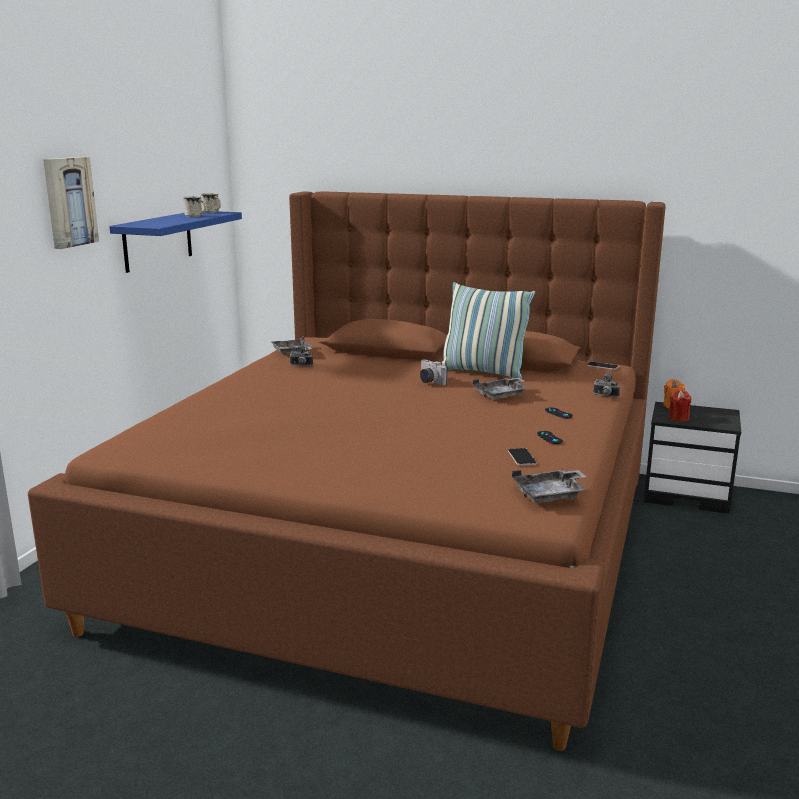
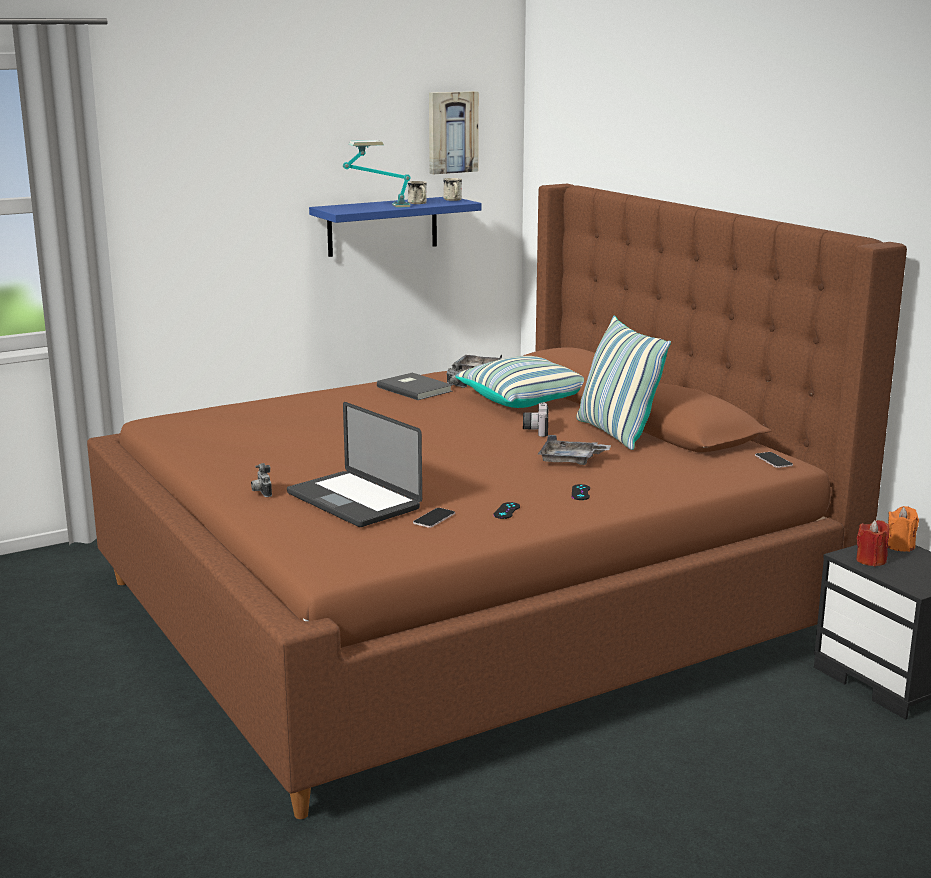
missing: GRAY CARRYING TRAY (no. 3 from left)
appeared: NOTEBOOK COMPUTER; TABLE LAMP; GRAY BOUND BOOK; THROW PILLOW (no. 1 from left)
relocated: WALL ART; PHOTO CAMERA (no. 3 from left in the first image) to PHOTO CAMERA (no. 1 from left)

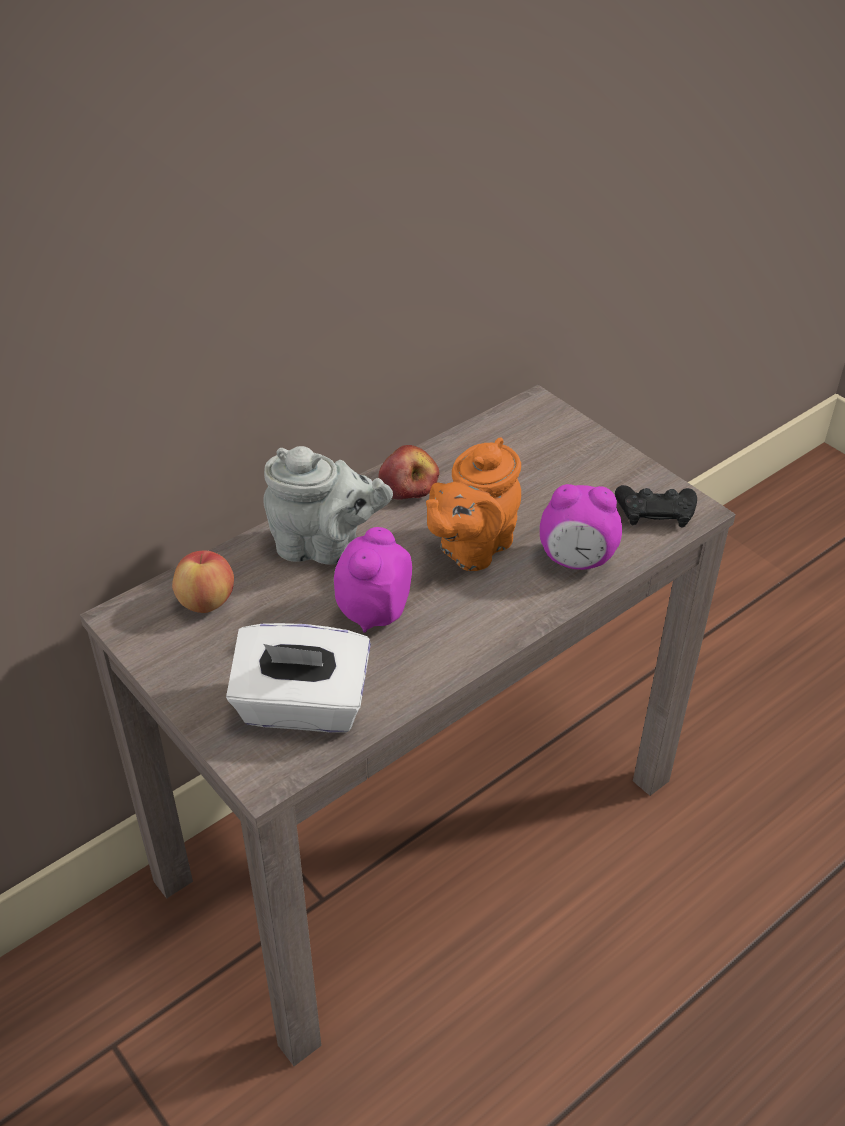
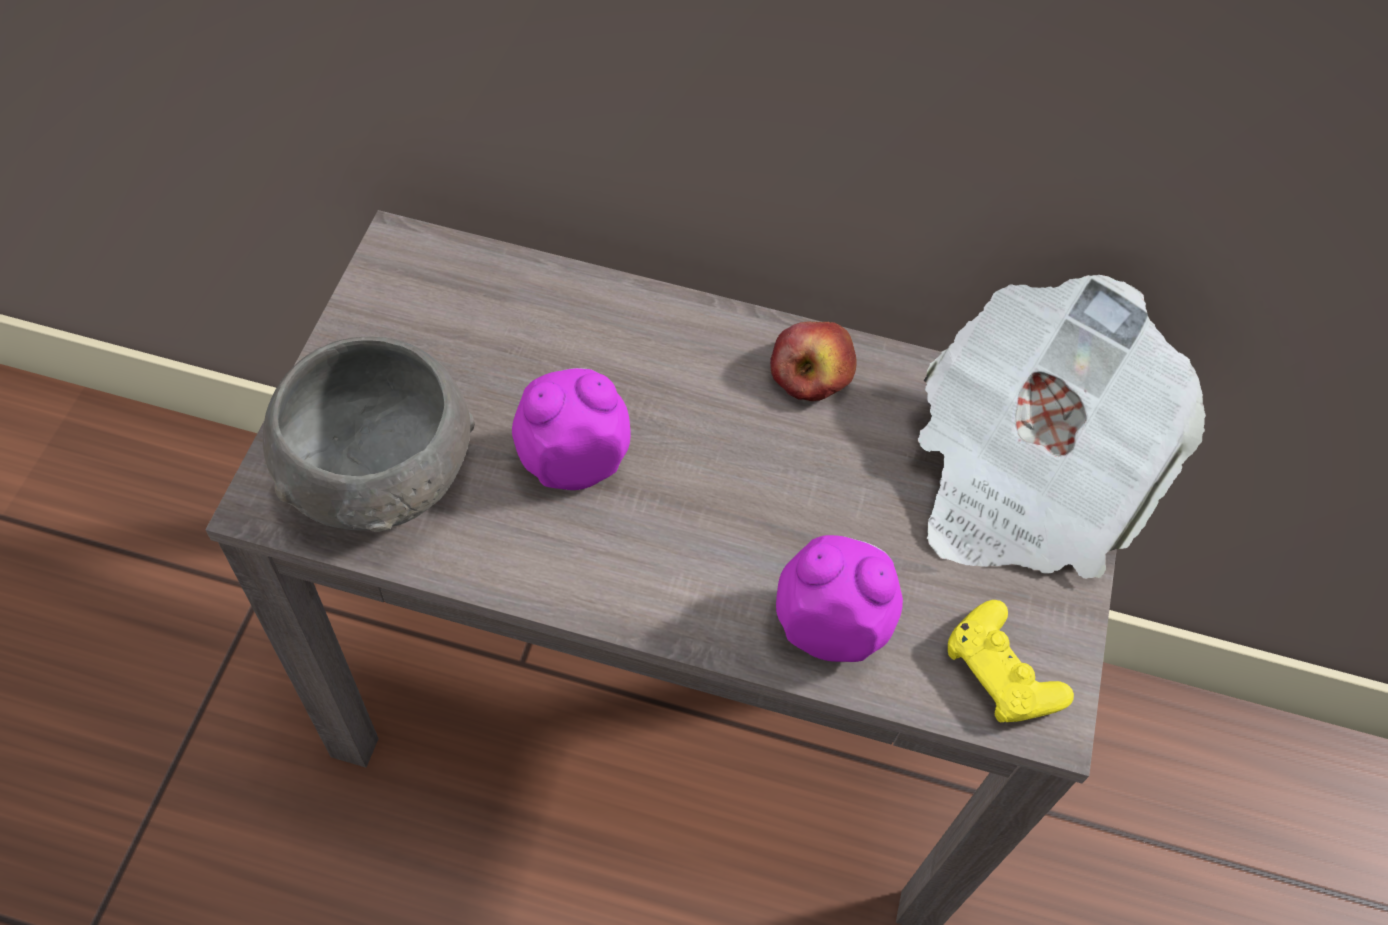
missing: APPLE FRUIT (no. 1 from left); GRAY TEA POT; ORANGE TEA POT
appeared: PRINTED PAPER
exchanged: WHITE BOX OF TISSUES to GRAY SERVING BOWL
colour: BLACK-COLOURED GAMEPAD to YELLOW-COLOURED GAMEPAD
spun: TABLE CLOCK (no. 2 from left) 135 degrees clockwise

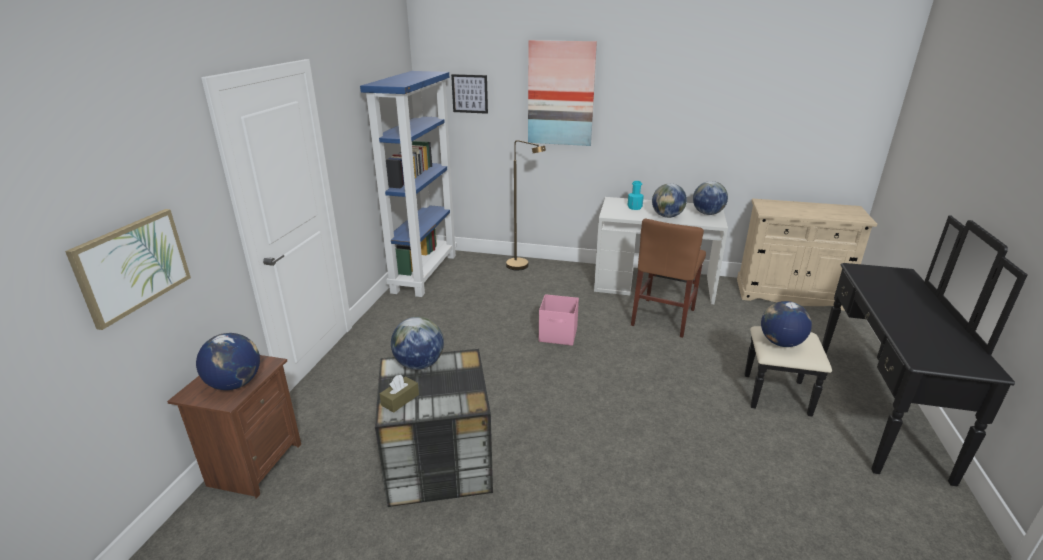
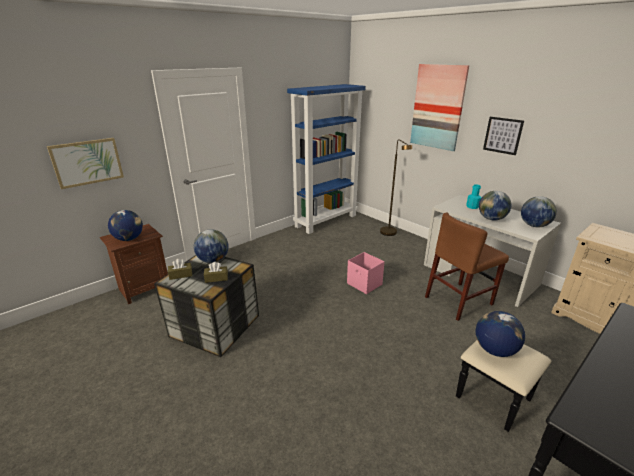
appeared: BROWN BOX OF TISSUES (no. 2 from left)
relocated: WALL ART (no. 2 from left in the first image) to WALL ART (no. 3 from left)

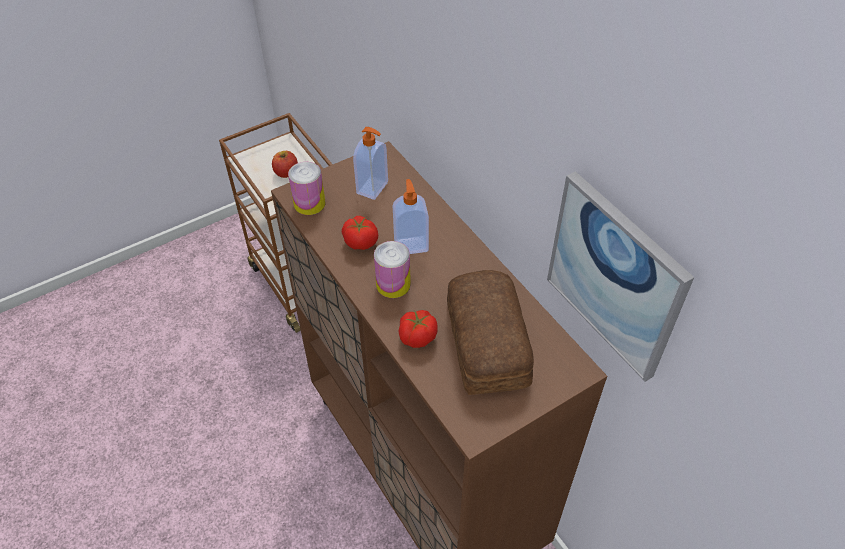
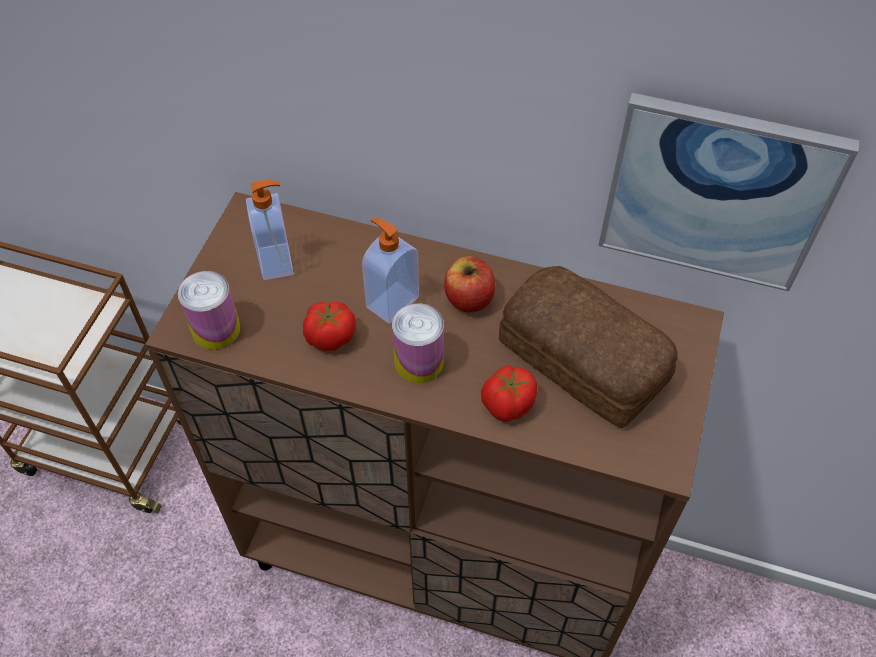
relocated: APPLE FRUIT

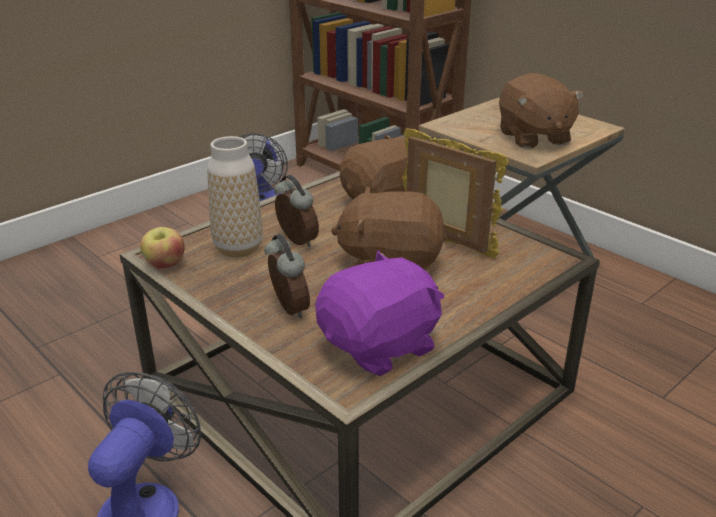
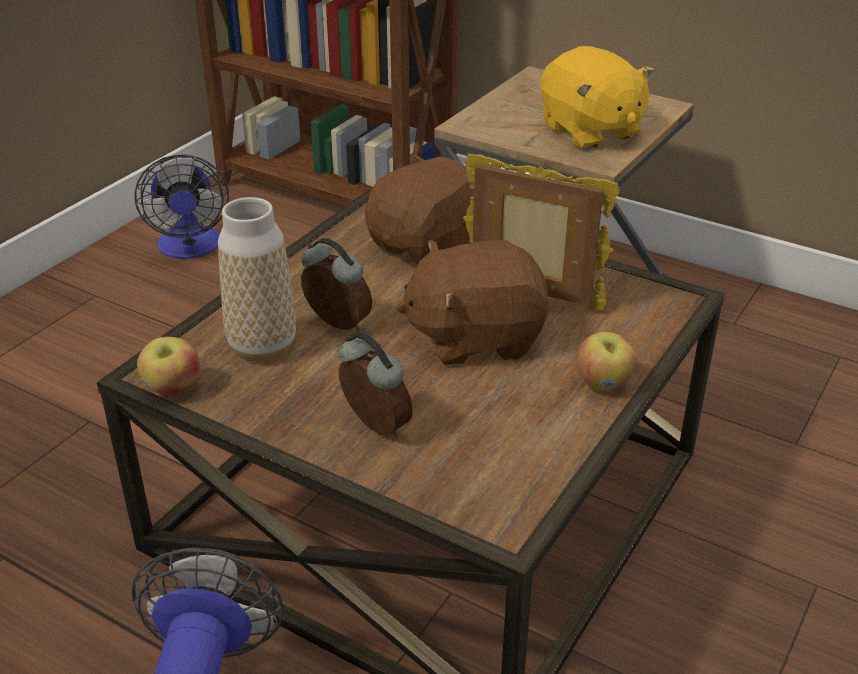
missing: PURPLE-COLOURED PLUSH TOY
appeared: APPLE FRUIT (no. 2 from left)
colour: BROWN PLUSH TOY (no. 3 from left) to YELLOW-COLOURED PLUSH TOY

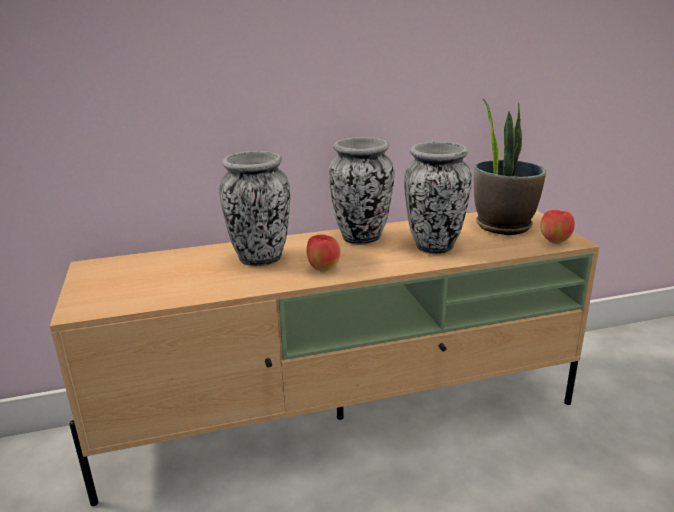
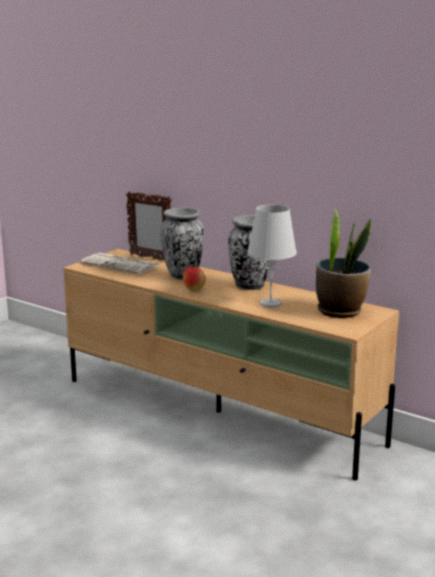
missing: APPLE FRUIT (no. 2 from left)
appeared: PRINTED PAPER; PHOTO FRAME
exchanged: FLOWER VASE (no. 3 from left) to WHITE TABLE LAMP

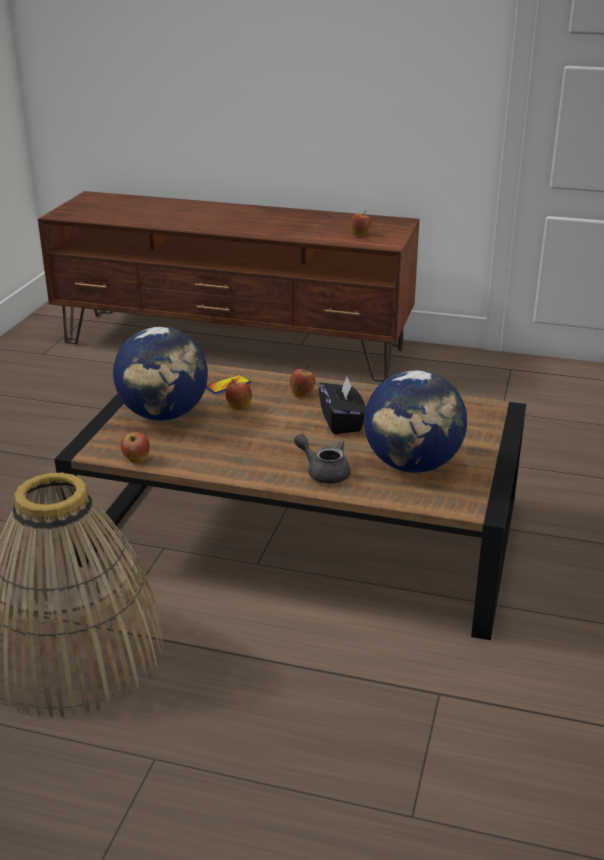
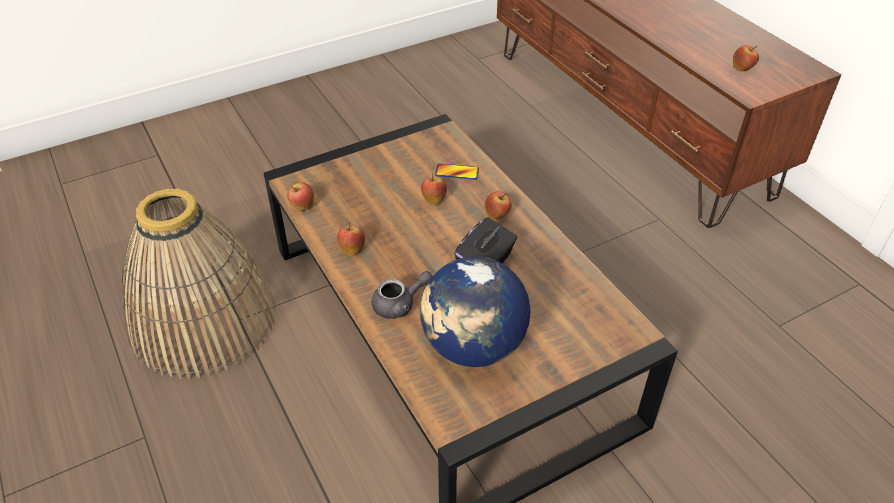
missing: GLOBE (no. 1 from left)
appeared: APPLE FRUIT (no. 2 from left)
spun: GRAY TEA POT 75 degrees clockwise

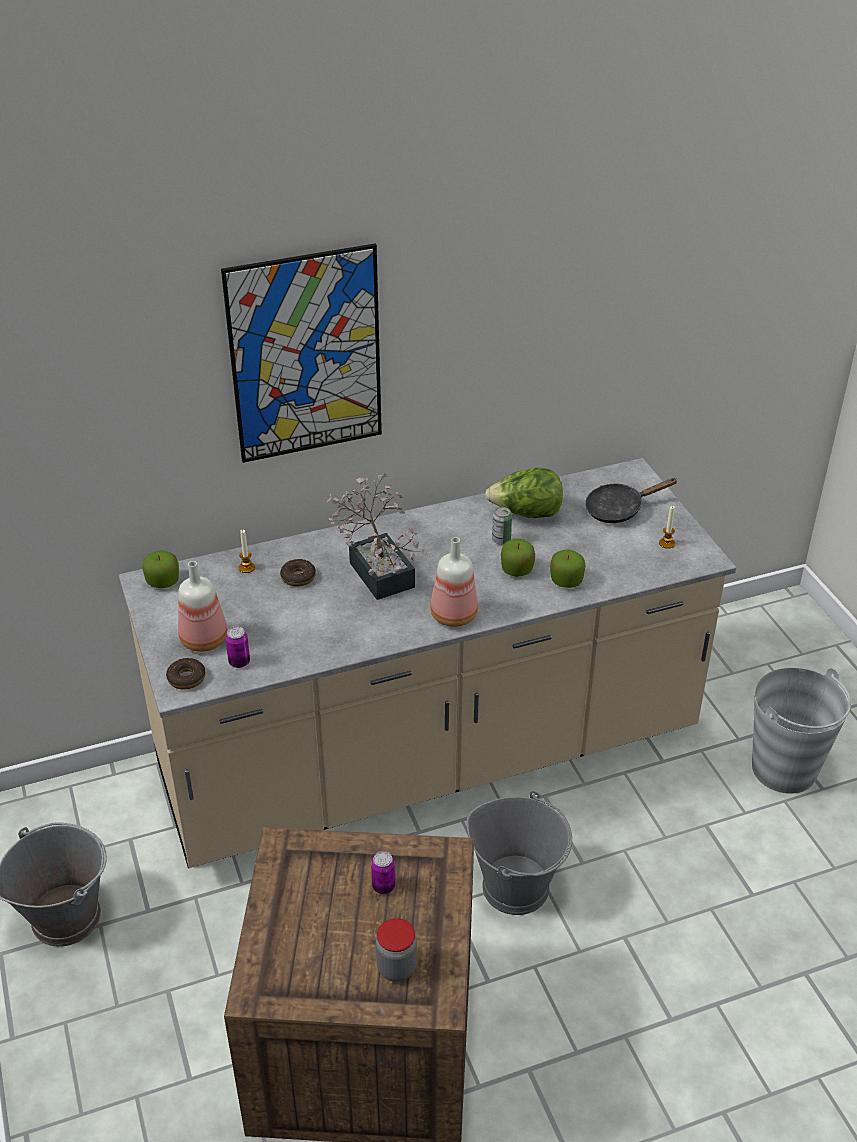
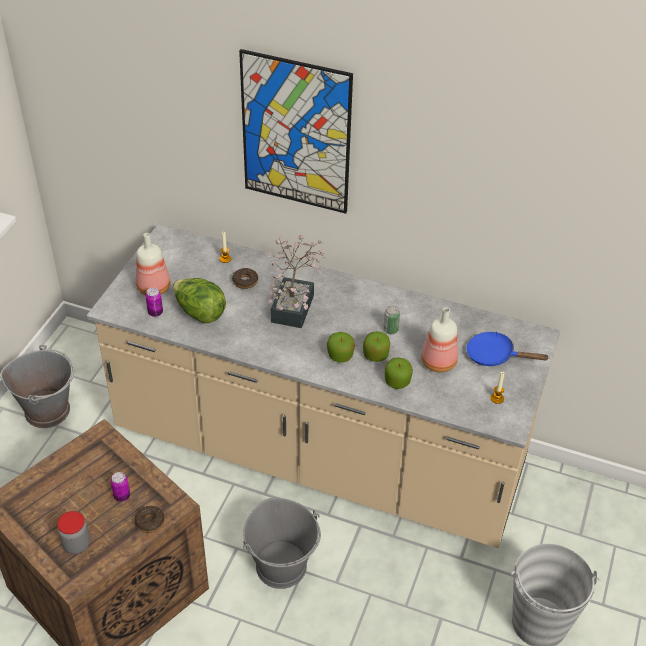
relocated: APPLE FRUIT (no. 1 from left); RING DOUGHNUT (no. 1 from left); DRINK BOTTLE (no. 2 from left); LETTUCE
colour: BLACK-COLOURED SKILLET to BLUISH SKILLET

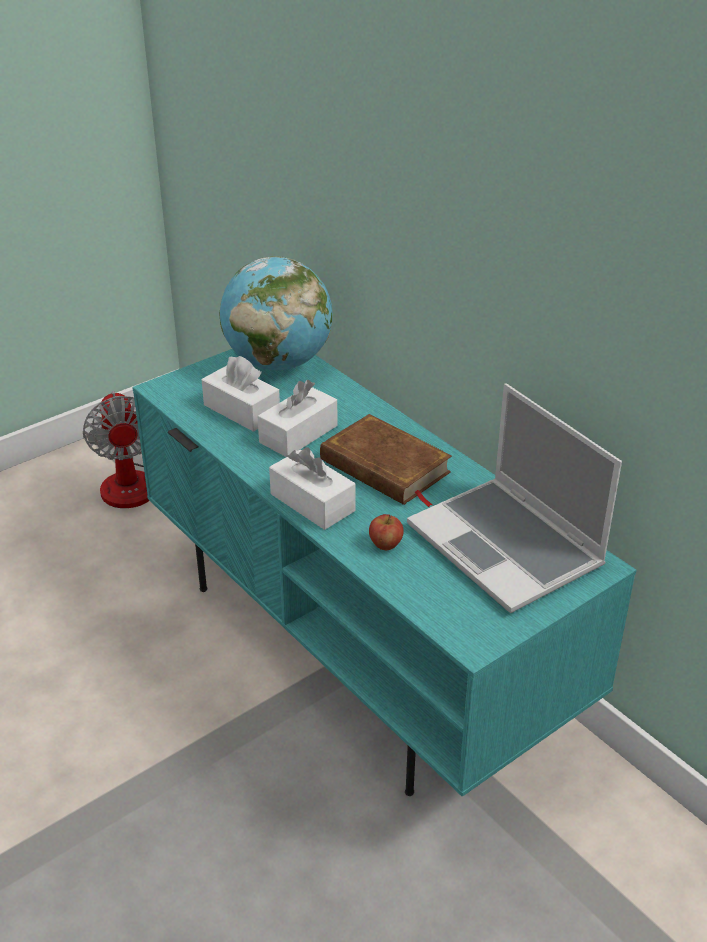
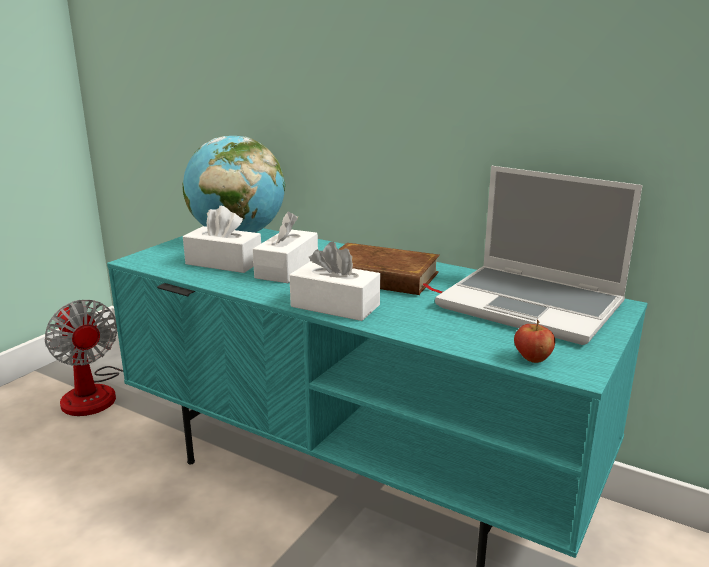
relocated: APPLE FRUIT

